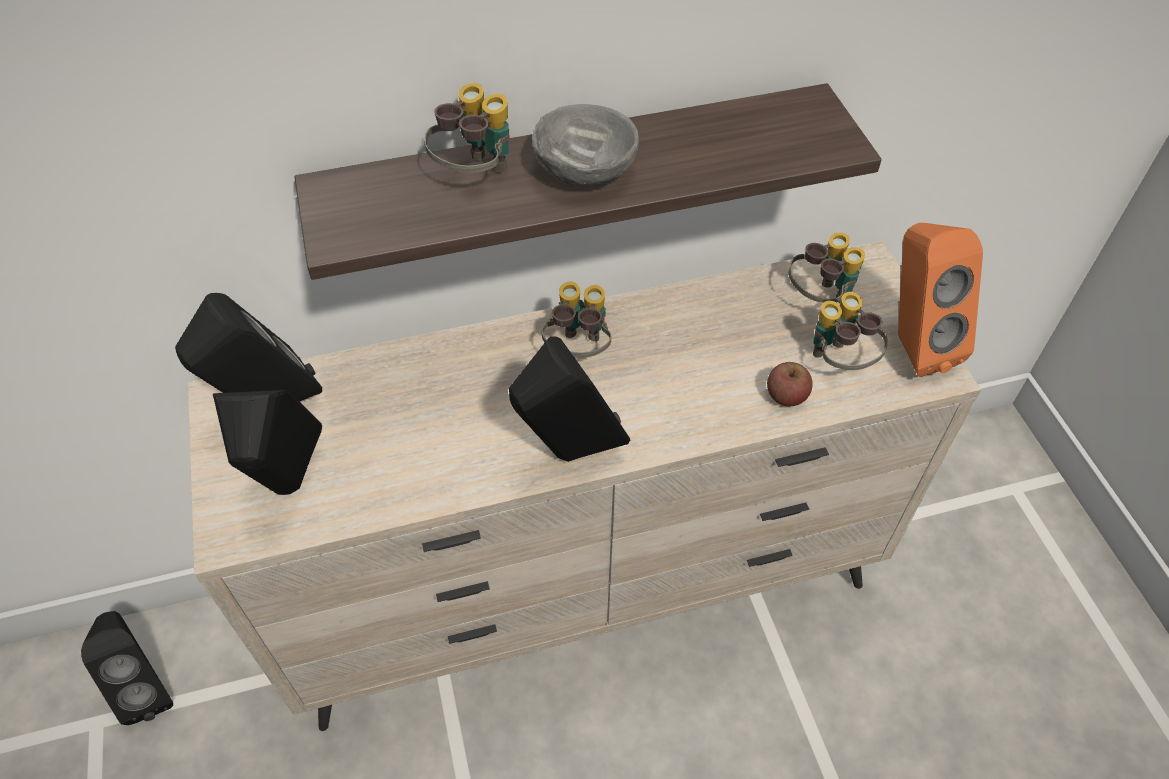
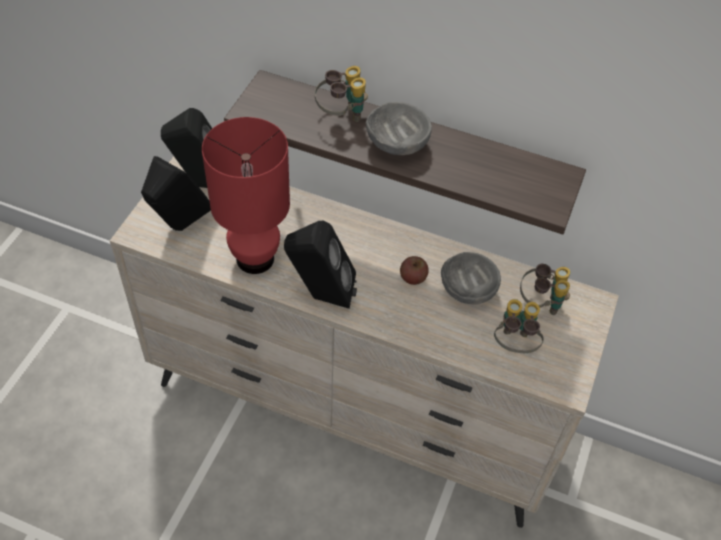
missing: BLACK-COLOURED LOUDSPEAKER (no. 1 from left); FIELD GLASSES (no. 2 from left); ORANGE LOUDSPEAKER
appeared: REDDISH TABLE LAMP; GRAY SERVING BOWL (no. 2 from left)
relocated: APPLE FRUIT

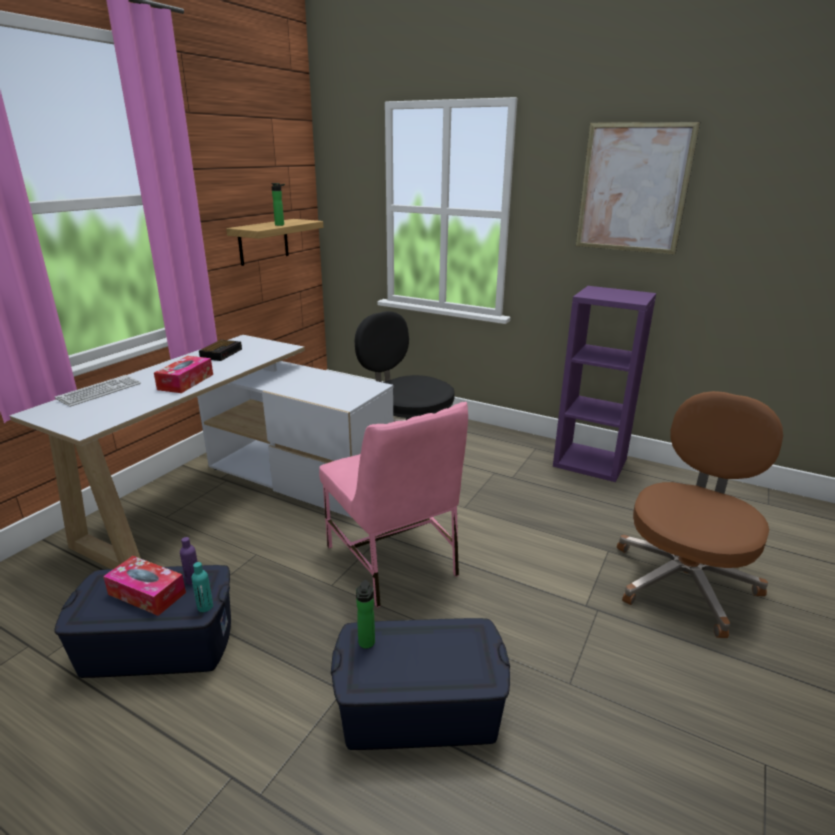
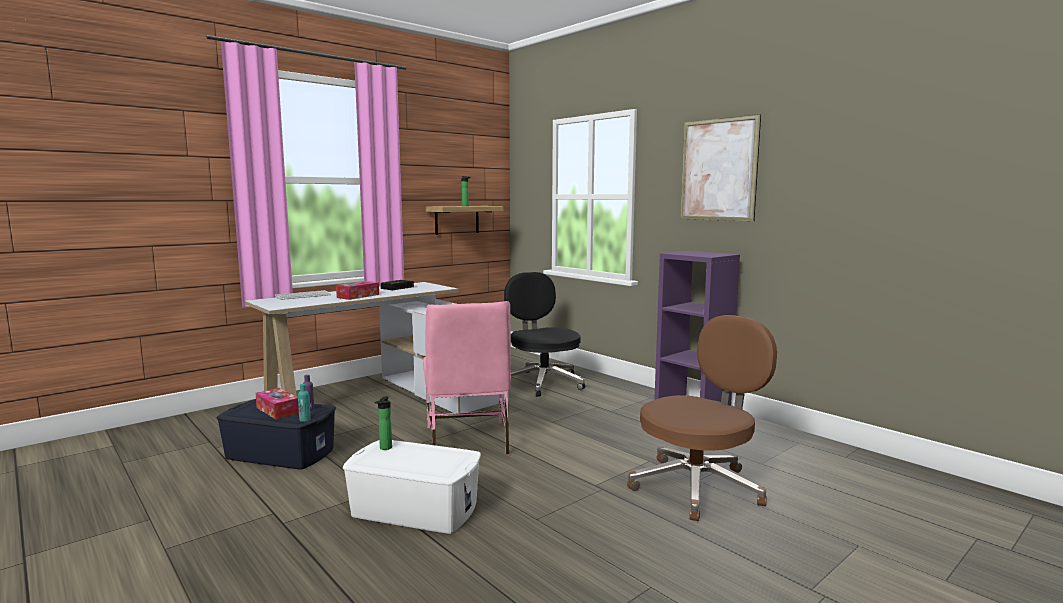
colour: BLUISH STORAGE BOX (no. 2 from left) to WHITE STORAGE BOX

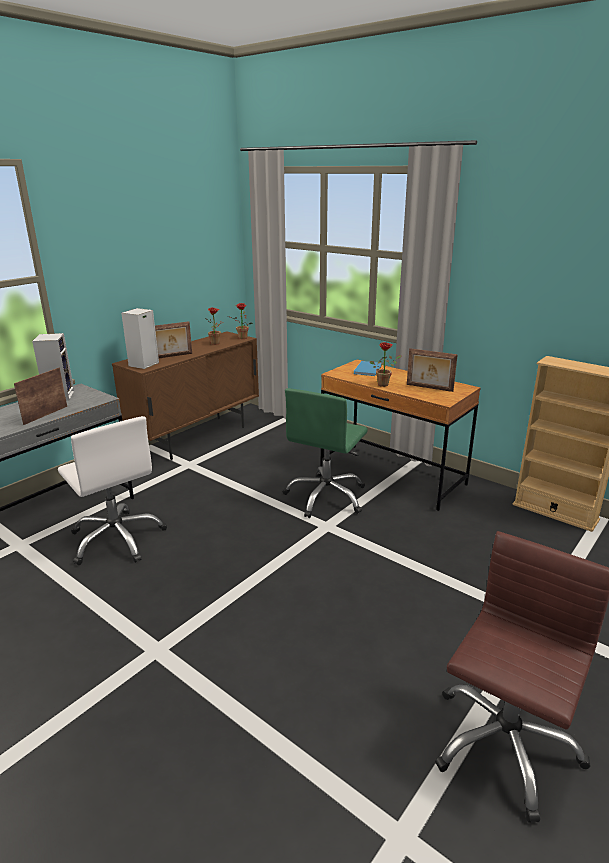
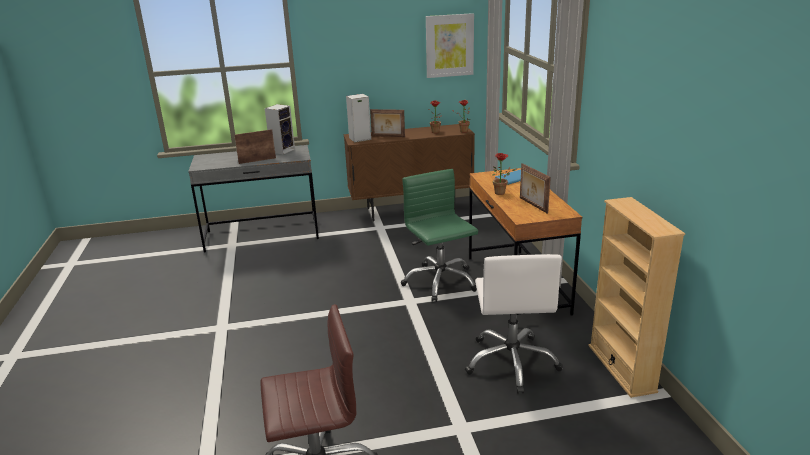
appeared: WALL ART
relocated: WHITE COMPUTER CHAIR
spun: GREEN-COLOURED COMPUTER CHAIR 90 degrees clockwise

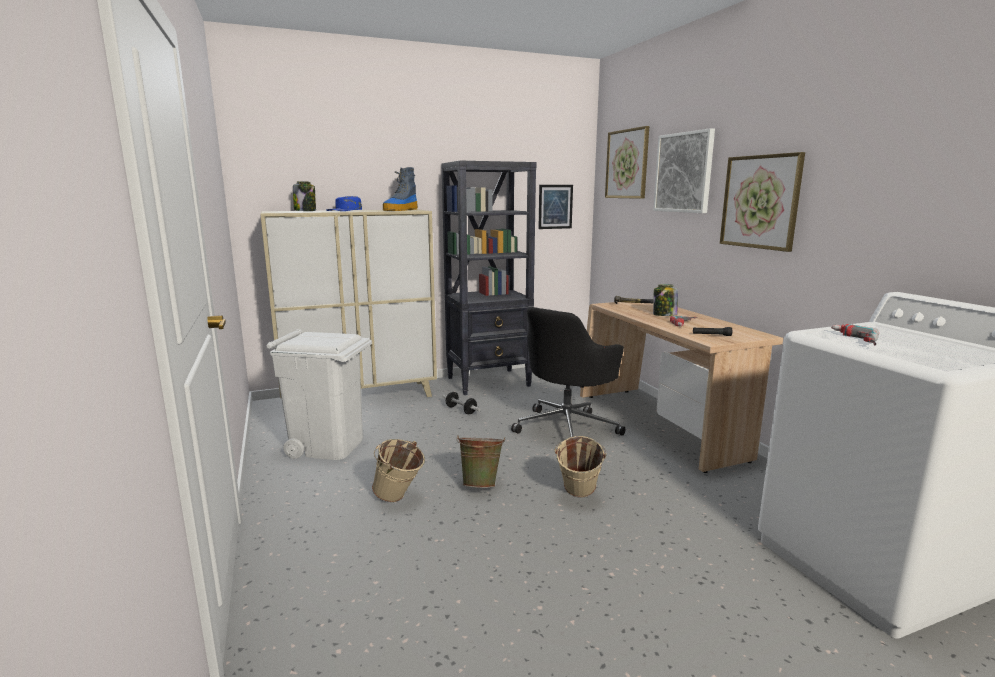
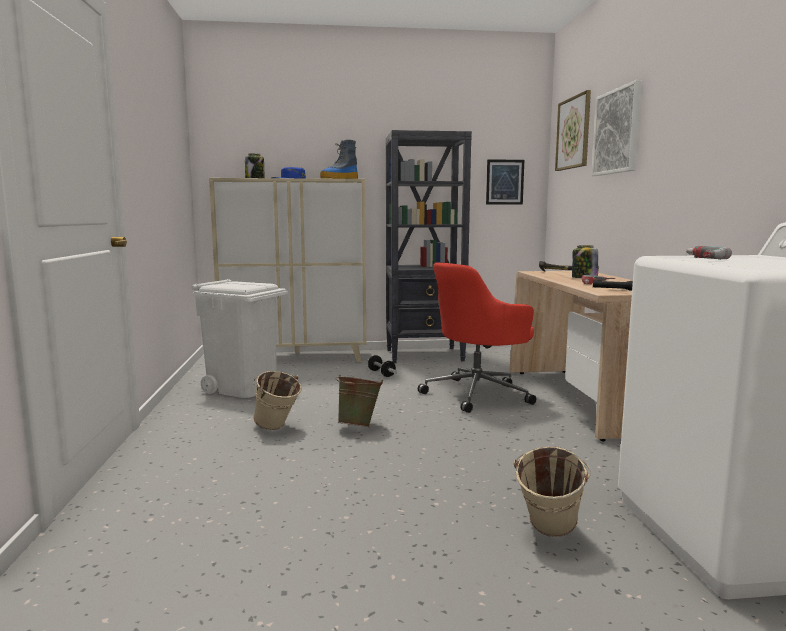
missing: WALL ART (no. 4 from left)
relocated: BEIGE BUCKET (no. 2 from left)
colour: BLACK-COLOURED COMPUTER CHAIR to REDDISH COMPUTER CHAIR

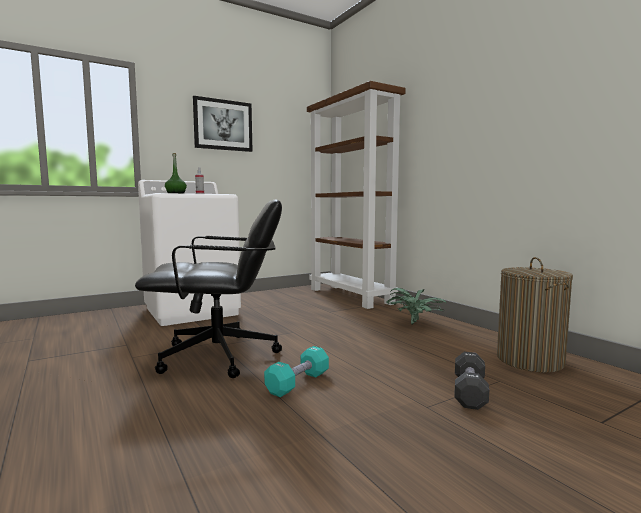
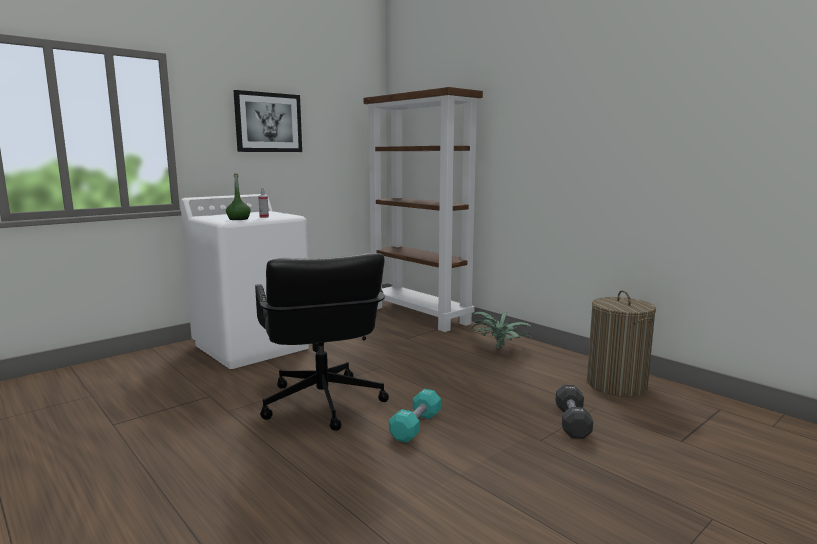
spun: BLACK-COLOURED COMPUTER CHAIR 90 degrees clockwise

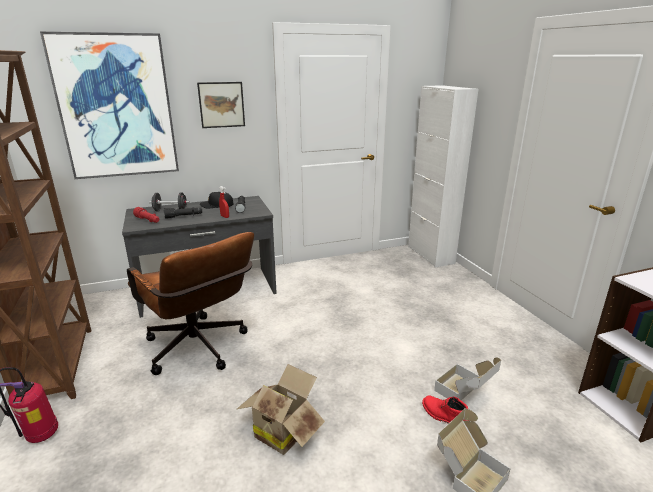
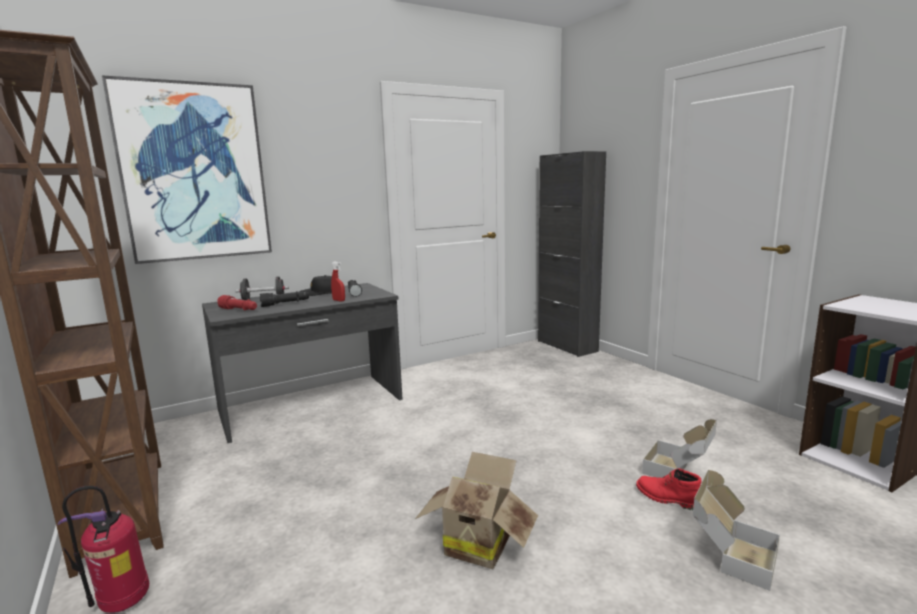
missing: BROWN COMPUTER CHAIR; WALL ART (no. 2 from left)
colour: WHITE STORAGE CABINET to BLACK-COLOURED STORAGE CABINET

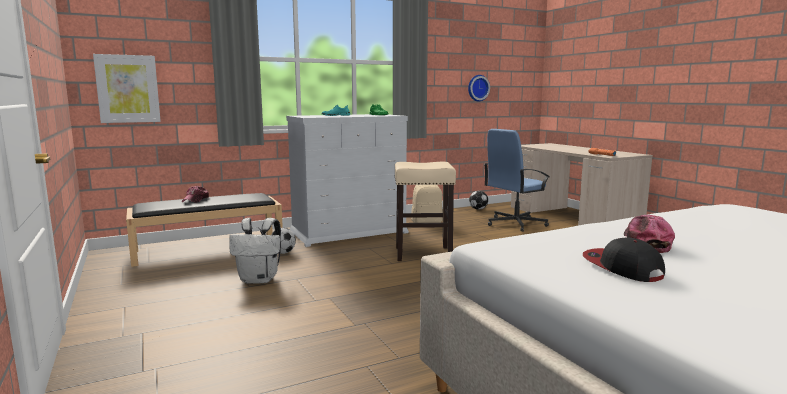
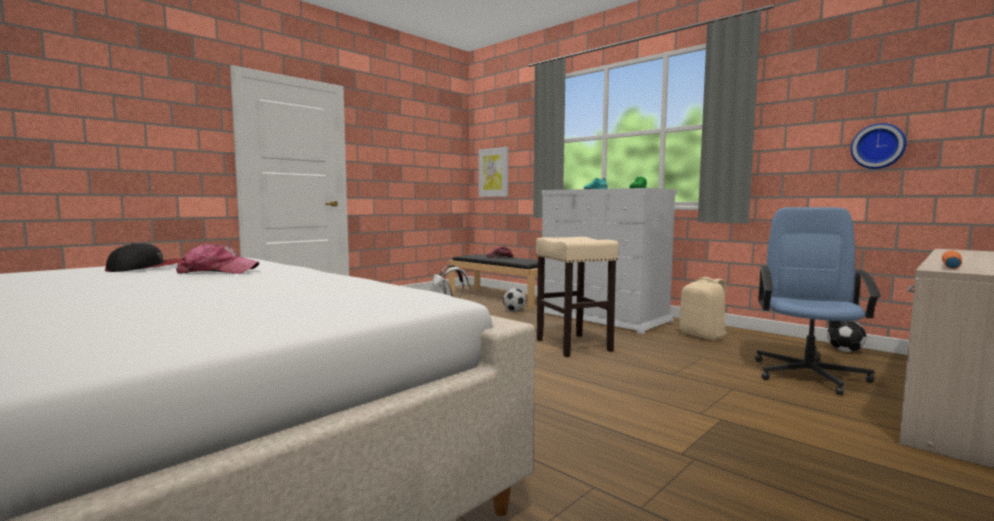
spun: BLUISH COMPUTER CHAIR 75 degrees clockwise

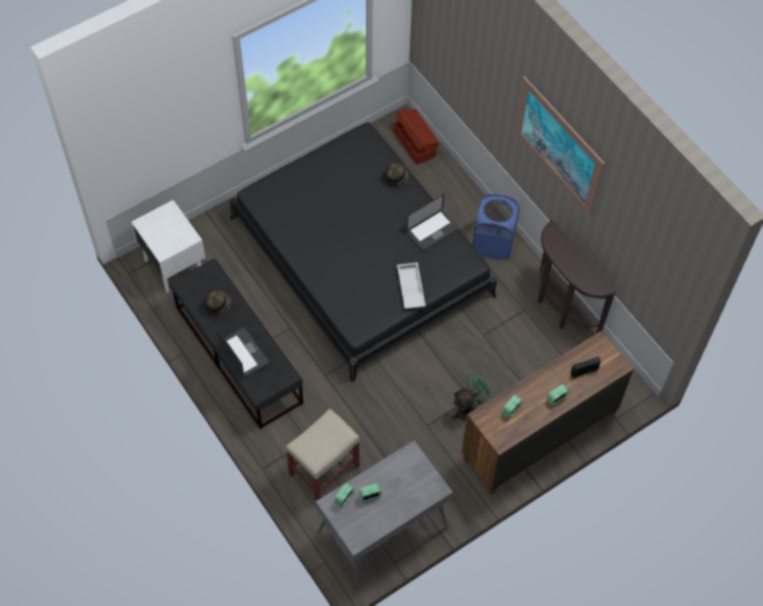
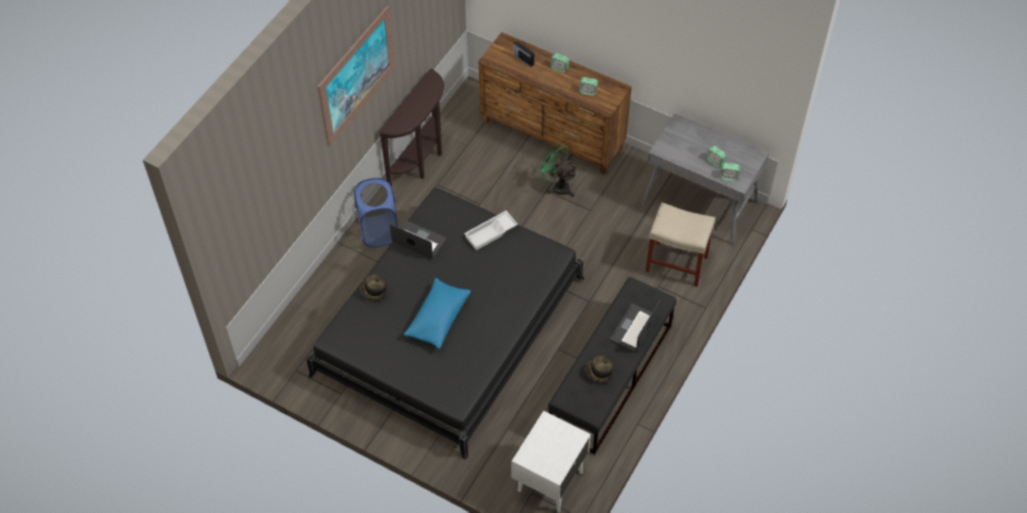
missing: BROWN STORAGE BOX
appeared: BLUISH THROW PILLOW

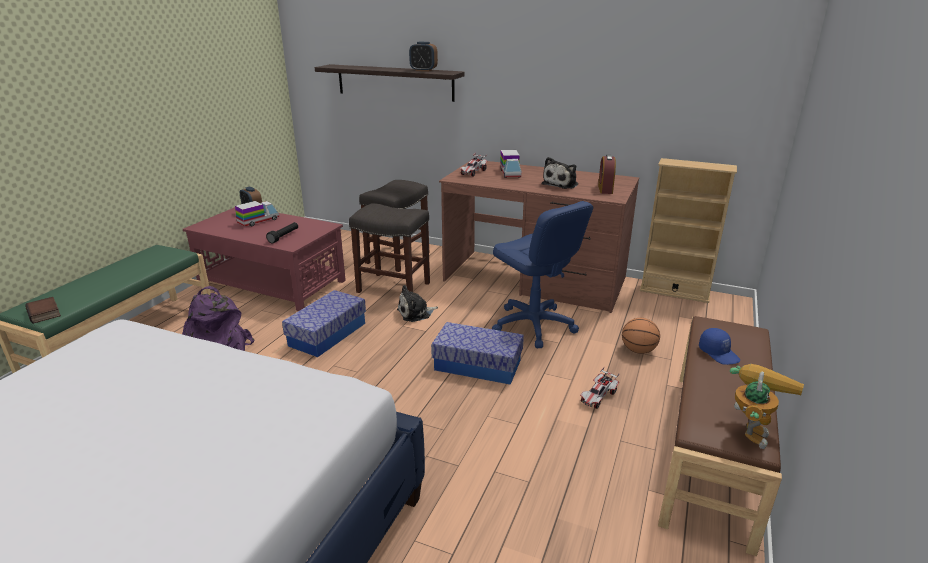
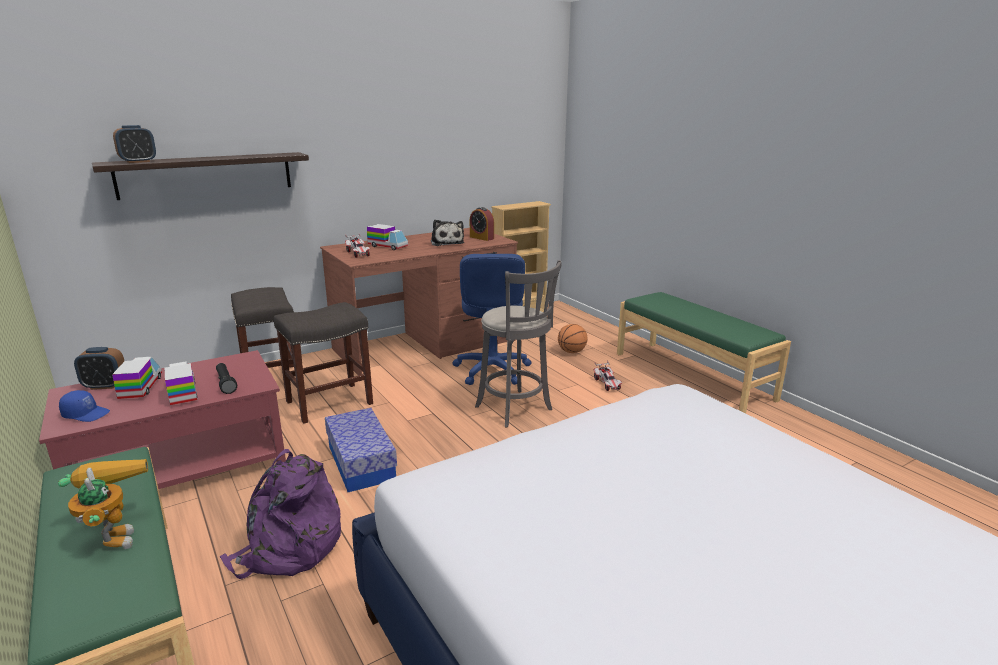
missing: BOUND BOOK; PLUSH TOY (no. 1 from left)
appeared: MODEL TRUCK (no. 2 from left)
relocated: TABLE CLOCK (no. 2 from left); BLUISH PEAKED CAP; ROBOT FIGURE
exchanged: STORAGE BOX (no. 2 from left) to GRAY SITTING STOOL (no. 3 from left)
colour: BROWN BENCH to GREEN-COLOURED BENCH (no. 2 from left)
spun: BLUISH COMPUTER CHAIR 90 degrees clockwise

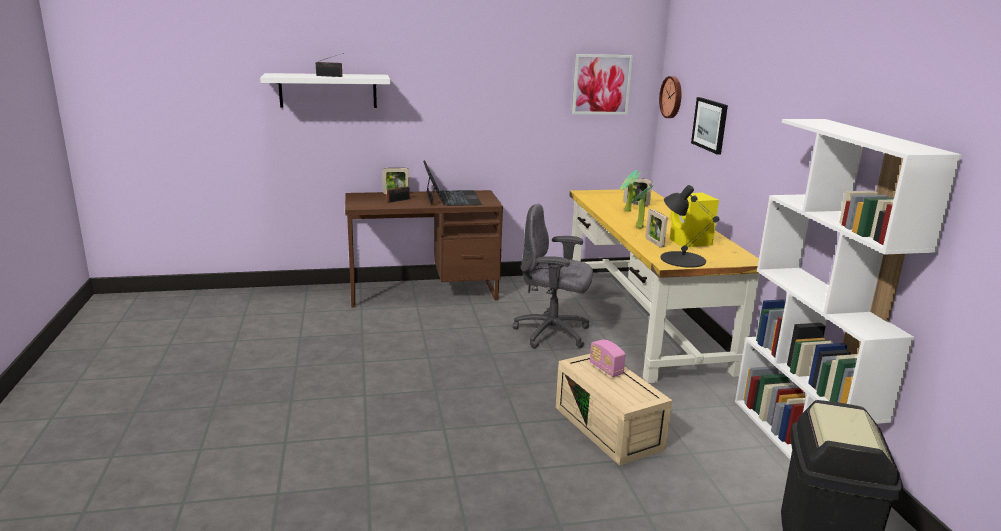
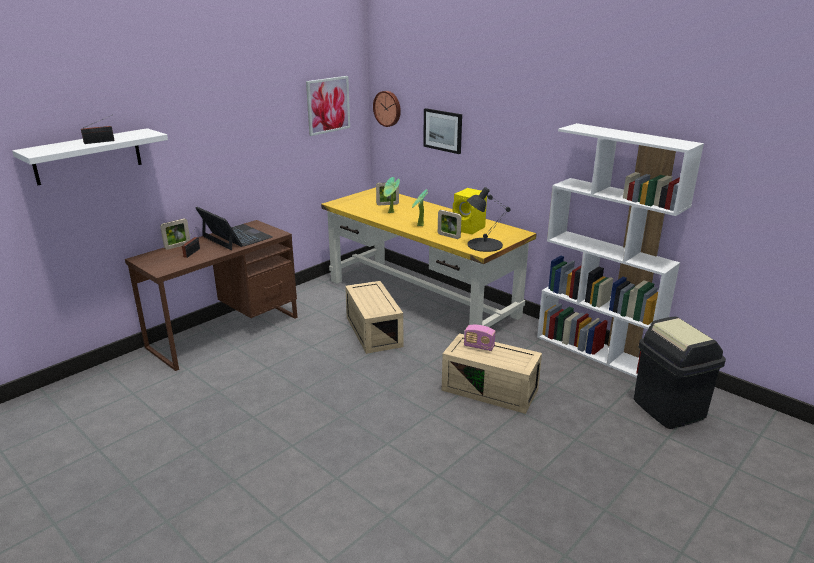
exchanged: GRAY COMPUTER CHAIR to BEIGE STORAGE BOX (no. 1 from left)

